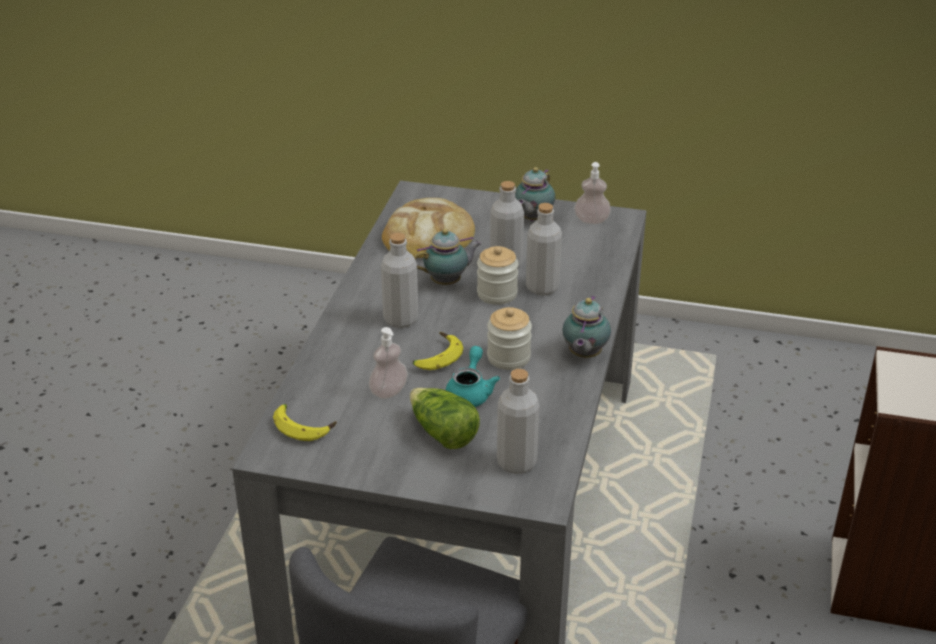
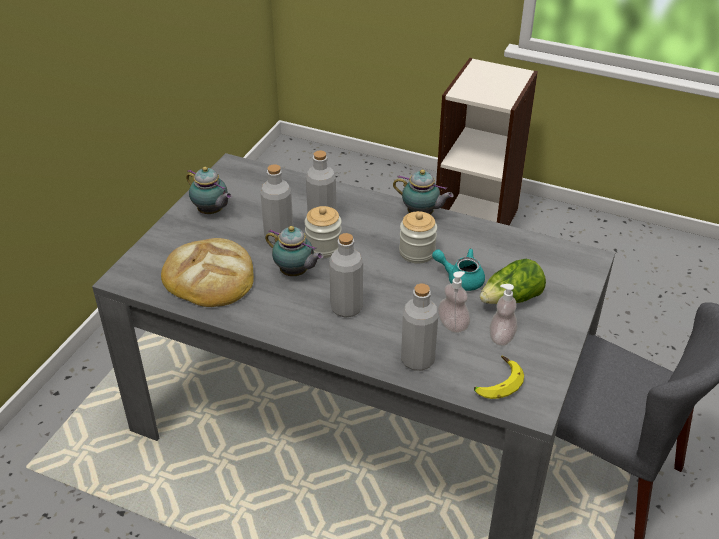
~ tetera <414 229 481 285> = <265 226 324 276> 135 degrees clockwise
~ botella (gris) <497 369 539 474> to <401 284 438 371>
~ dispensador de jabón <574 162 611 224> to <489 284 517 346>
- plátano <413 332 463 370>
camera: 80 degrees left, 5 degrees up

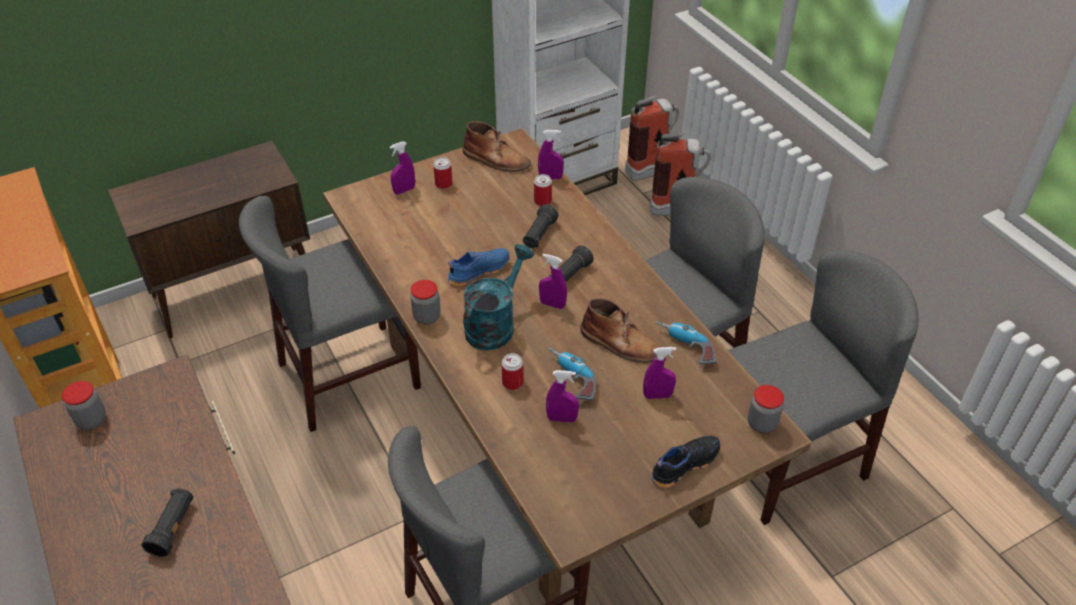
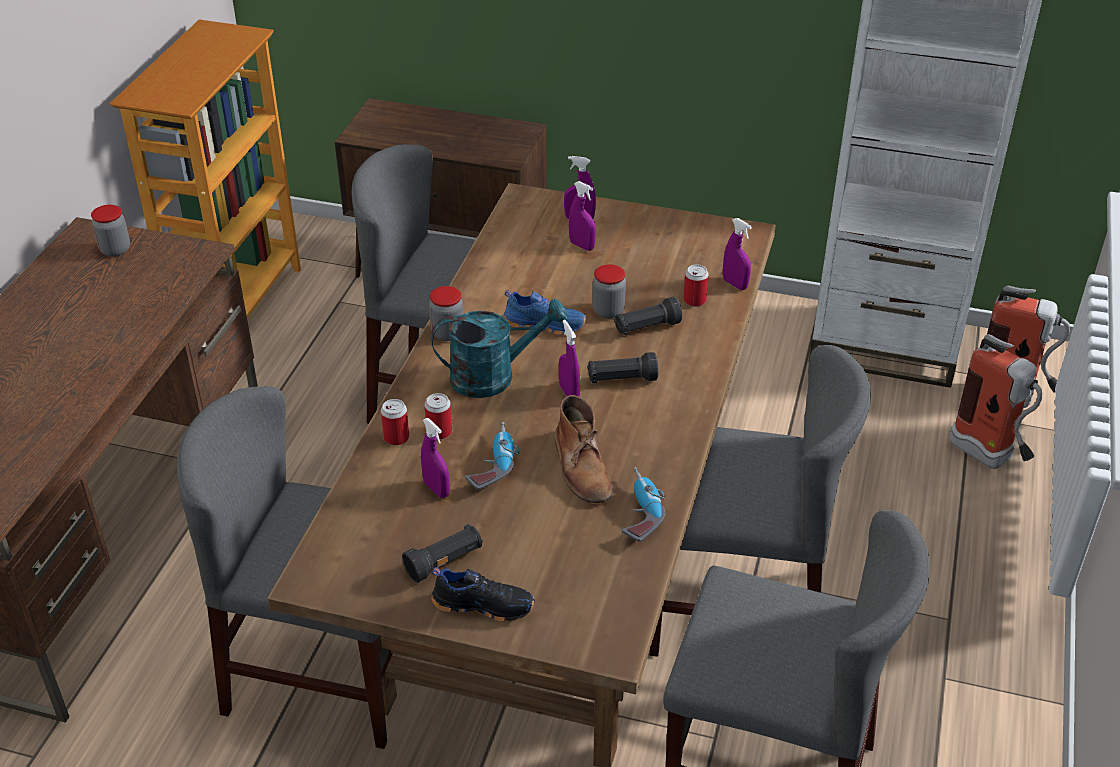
~ lata <433 157 452 189> to <381 399 409 446>
~ linterna (negro) <141 488 193 557> to <402 524 483 583>
~ pulverizador (morado) <643 347 677 399> to <569 181 596 251>
~ tarro <748 385 784 433> to <592 264 626 318>
- bota (marrón) <463 121 531 172>
camera: 45 degrees right, 5 degrees down

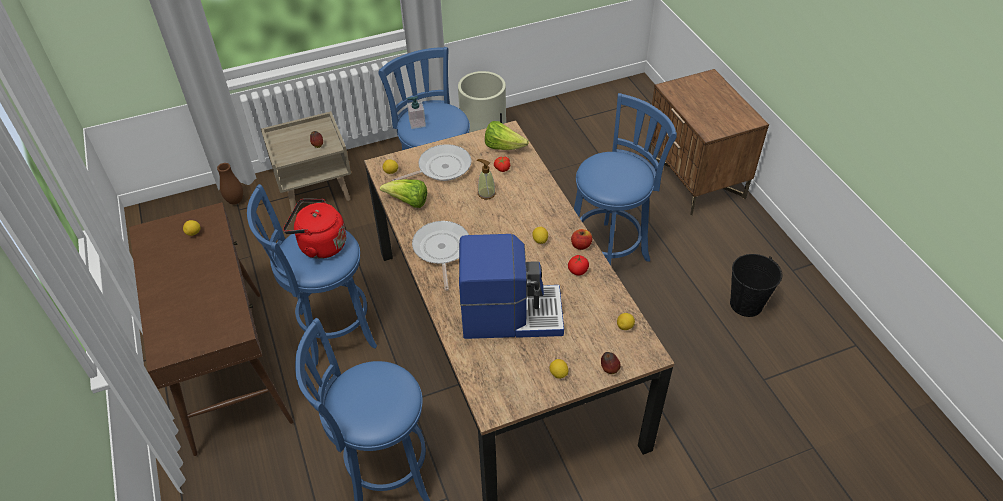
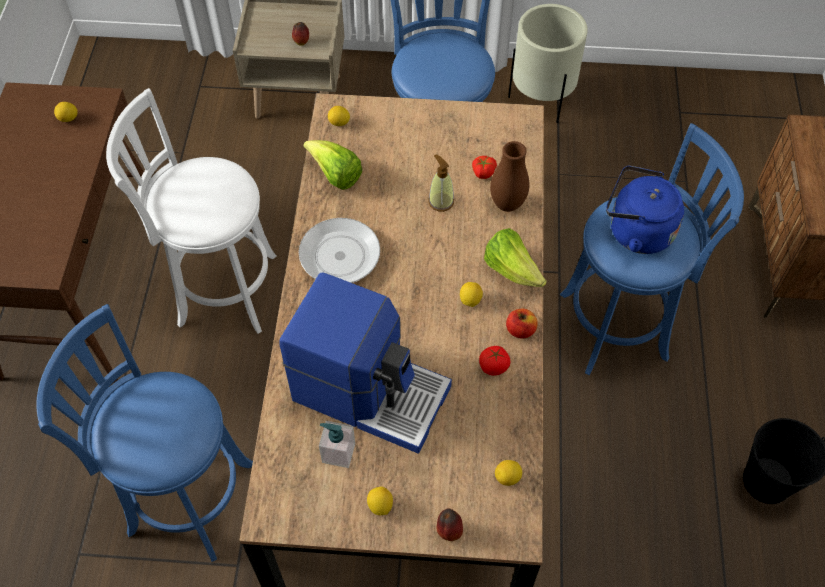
~ taburete (azul) <247 184 377 367> to taburete (blanco) <106 88 277 334>
~ dispensador de jabón <407 96 426 129> to <319 421 355 468>
~ lechuga <485 121 529 150> to <484 228 547 287>
~ florero (marrón) <217 163 243 205> to <490 141 529 212>
+ hervidor (azul) <606 165 684 254>
- hervidor (rojo) <283 199 346 259>
- sartén <392 144 471 181>
camera: 25 degrees right, 10 degrees up

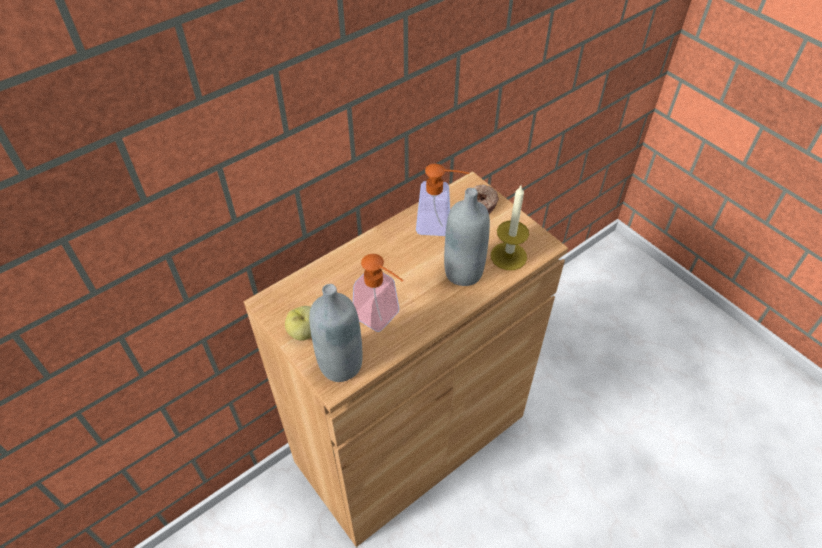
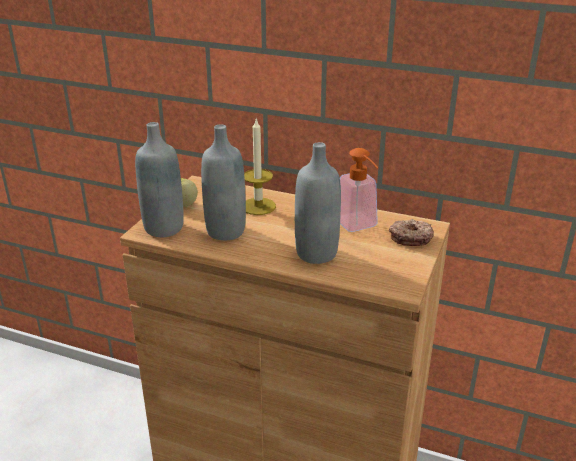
~ dispensador de jabón <353 254 404 332> to botella (gris) <201 124 246 240>
~ vela <491 186 529 270> to <244 118 276 215>
camera: 60 degrees right, 20 degrees down

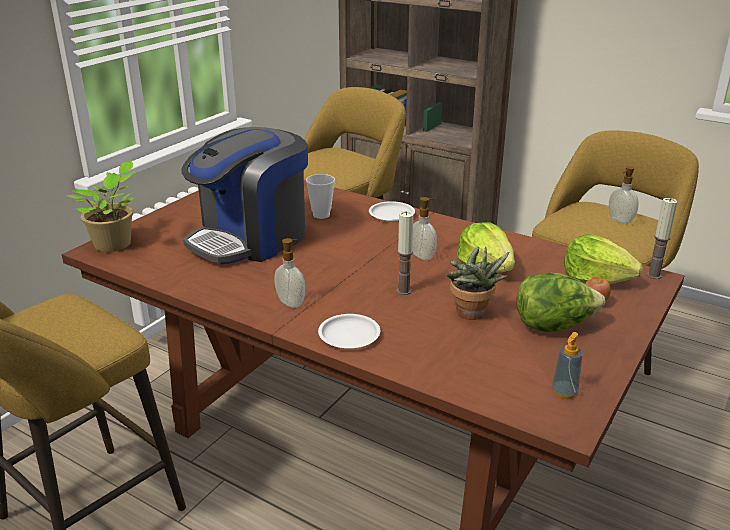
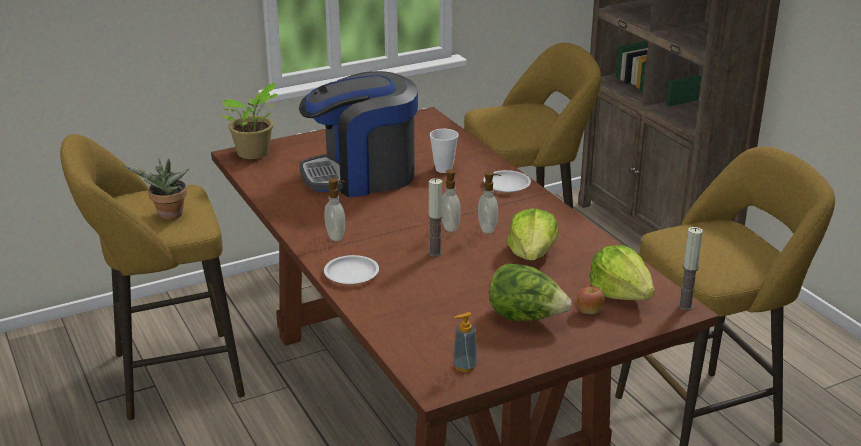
~ planta en maceta <446 247 509 320> to <123 158 190 220>
~ dispensador de jabón <609 166 639 223> to <439 170 461 232>
camera: 30 degrees right, 0 degrees up

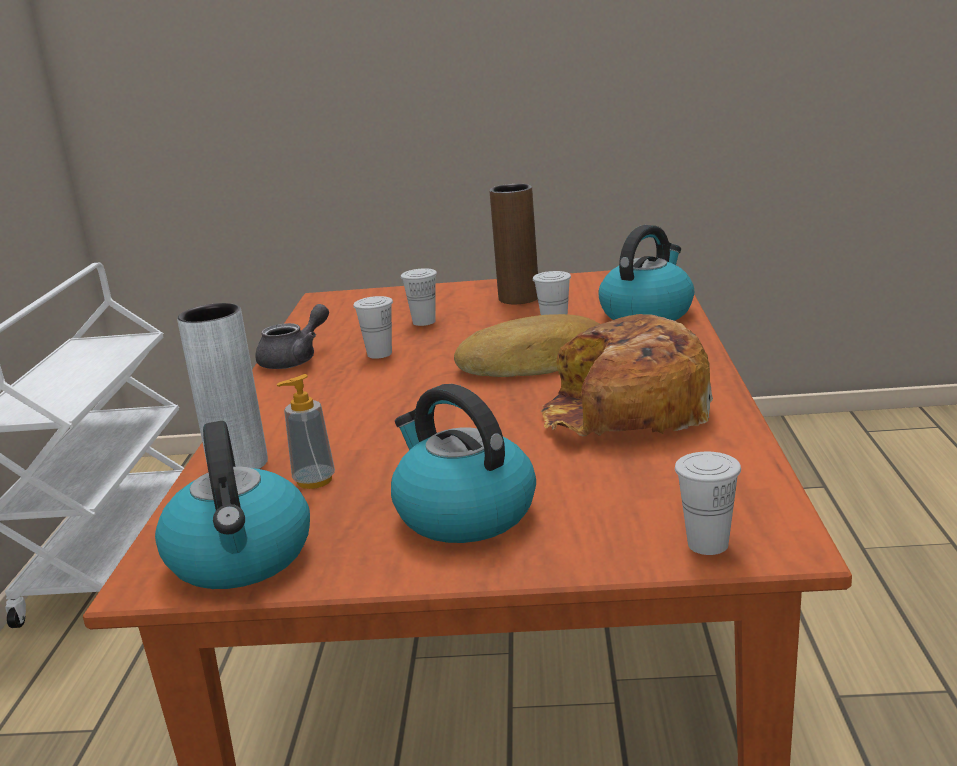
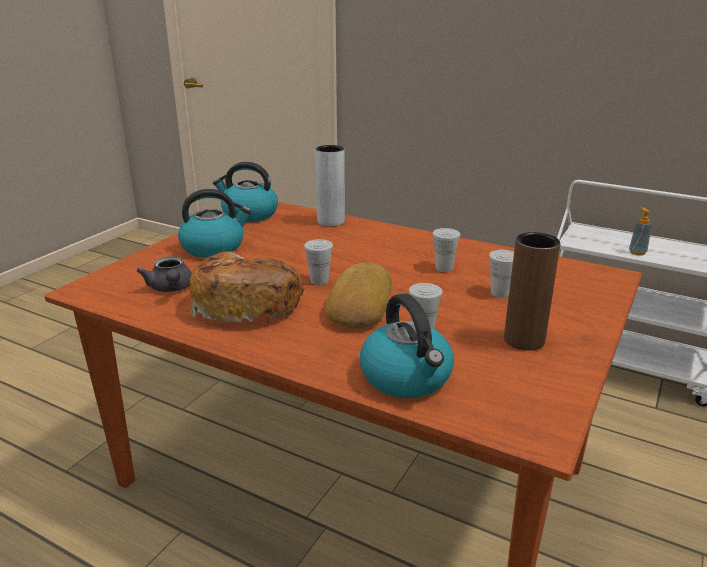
~ tetera (gris) <256 304 329 369> to <137 256 192 292>
~ taza (blanco) <675 452 741 555> to <304 239 333 285>
~ dispensador de jabón <276 374 335 489> to <629 207 652 256>
camera: 115 degrees right, 5 degrees up

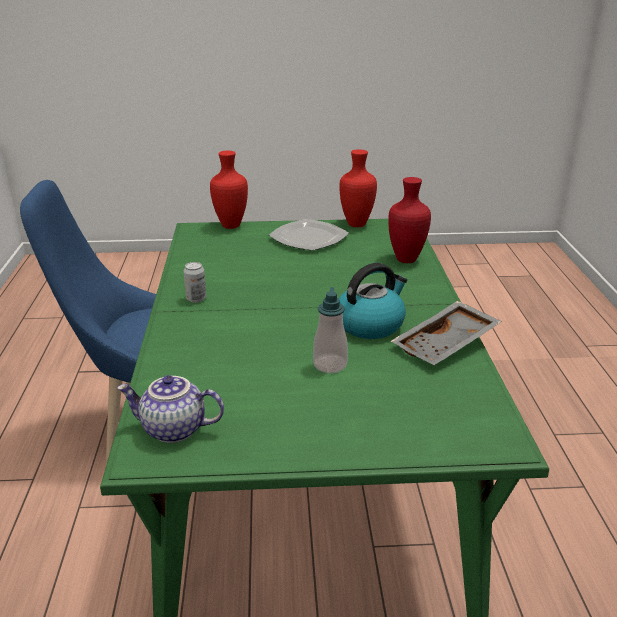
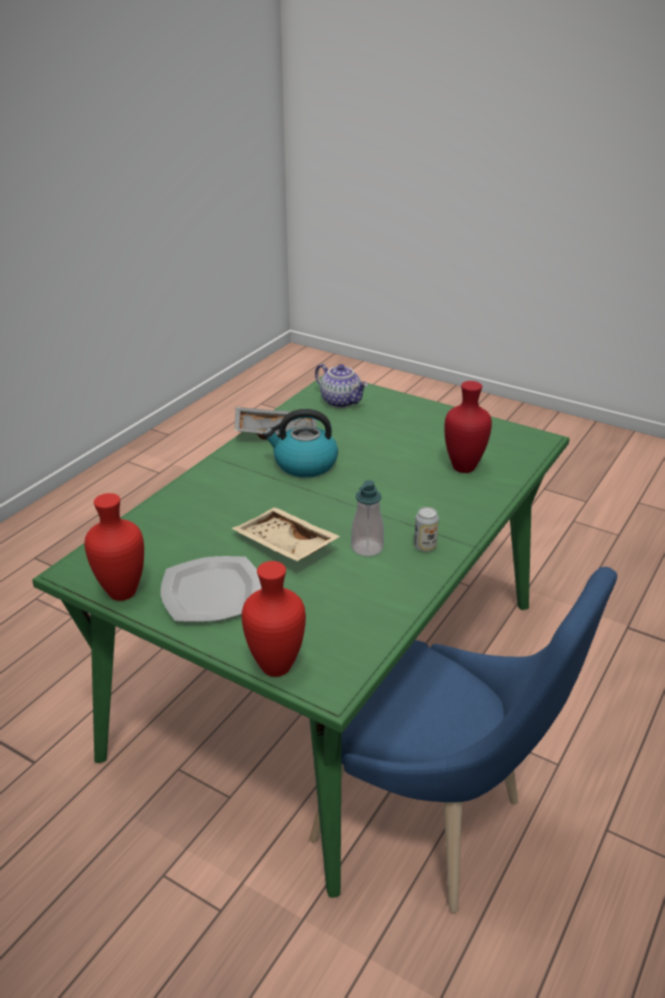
+ bandeja (beis) <231 507 341 561>
~ tetera <117 375 224 443> to <315 364 368 408>
~ dispensador de jabón <313 287 348 373> to <351 480 384 557>
~ florero (rojo) <388 177 431 263> to <444 381 492 473>
camera: 145 degrees left, 5 degrees up

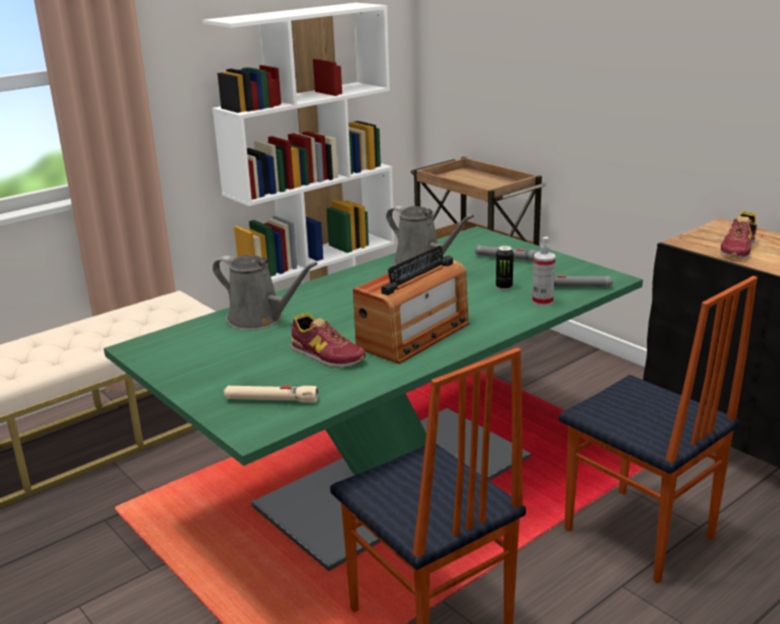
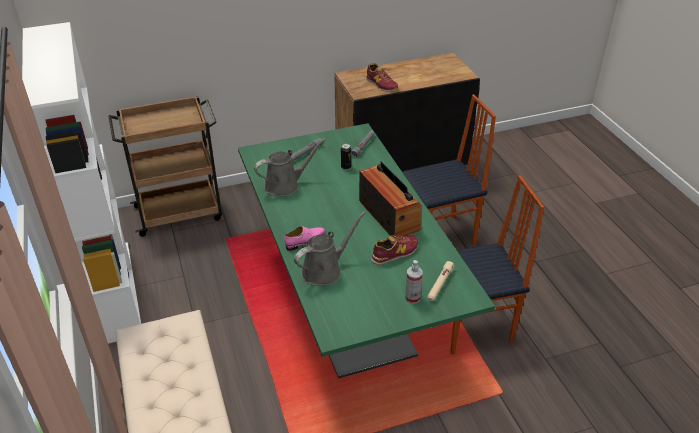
+ zapato (rosa) <284 226 325 251>
~ pulverizador <532 237 555 306> to <405 260 423 304>
camera: 70 degrees left, 15 degrees up

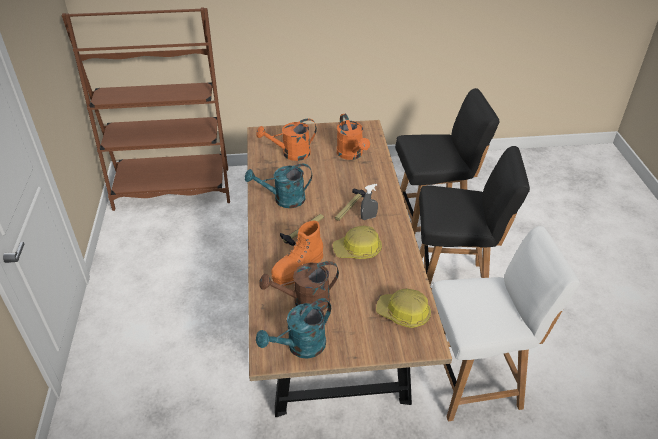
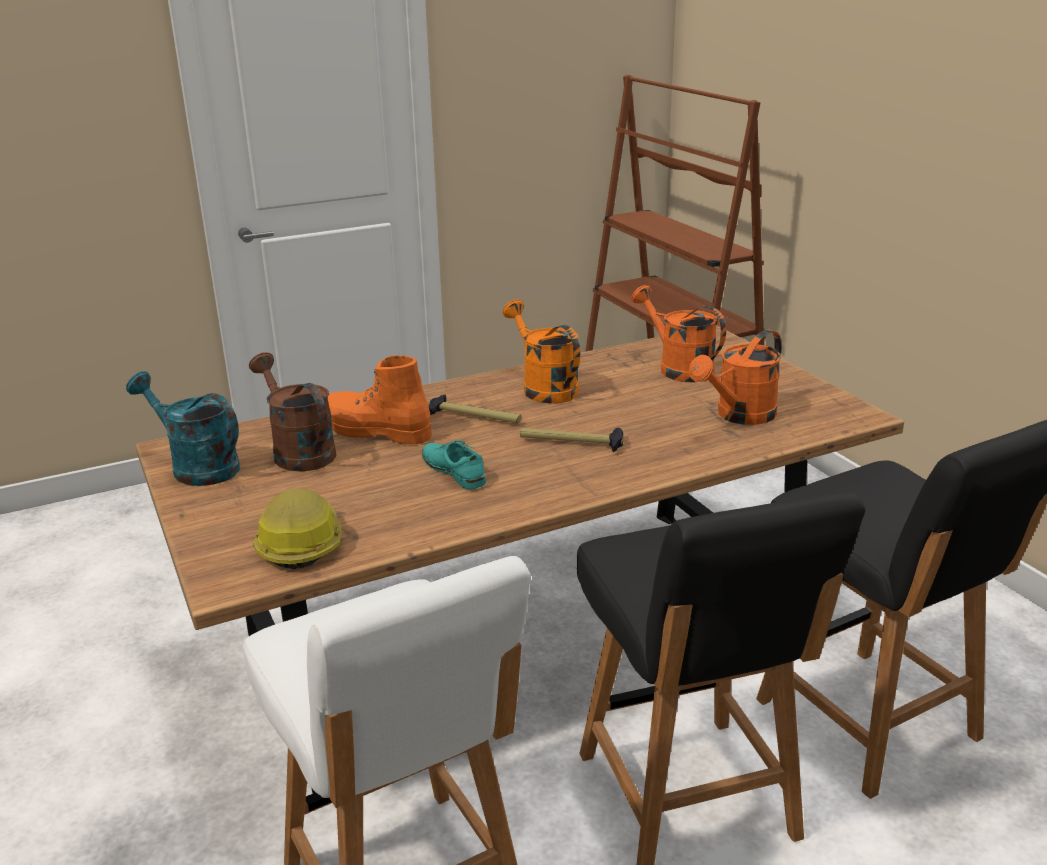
~ casco <333 226 382 259> to zapato (turquesa) <422 440 486 490>
~ regadera (turquesa) <245 164 312 208> to regadera (naranja) <503 300 580 404>
- pulverizador (gris) <361 184 378 220>
camera: 70 degrees right, 15 degrees down

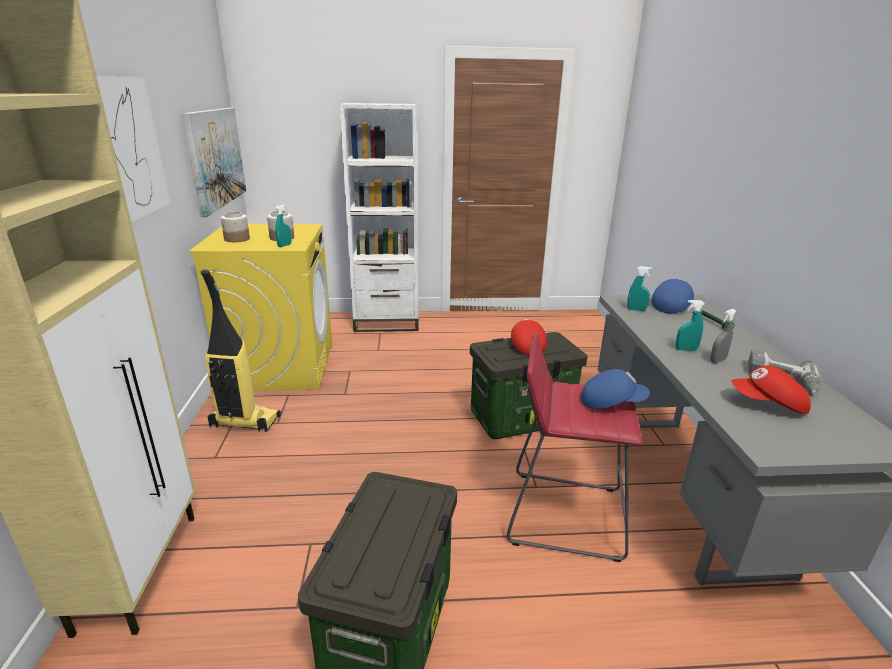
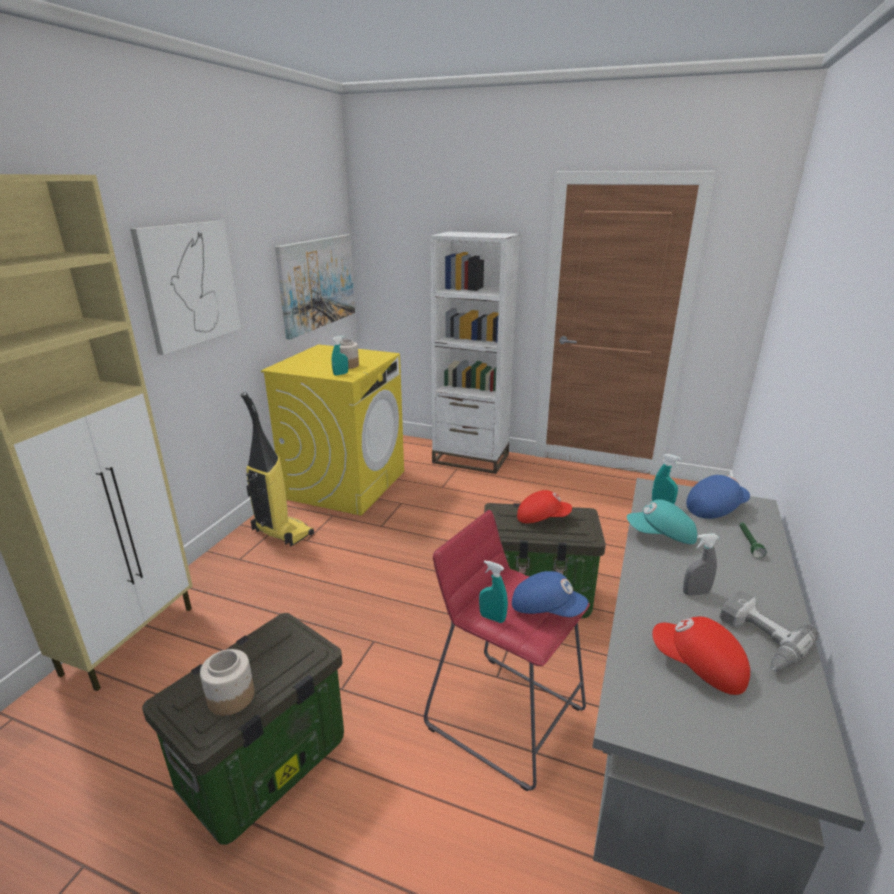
~ tarro <221 211 250 242> to <200 649 255 716>
~ pulverizador (turquesa) <676 300 705 351> to <479 560 508 623>
~ gorra (rojo) <511 319 547 355> = <517 490 572 523> 75 degrees clockwise
+ gorra (turquesa) <627 499 697 544>
camera: 25 degrees right, 0 degrees up

